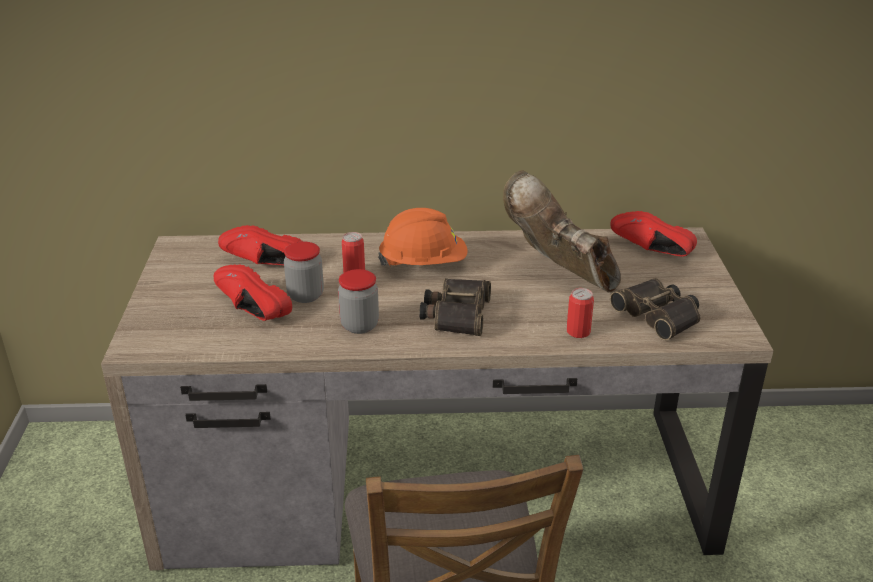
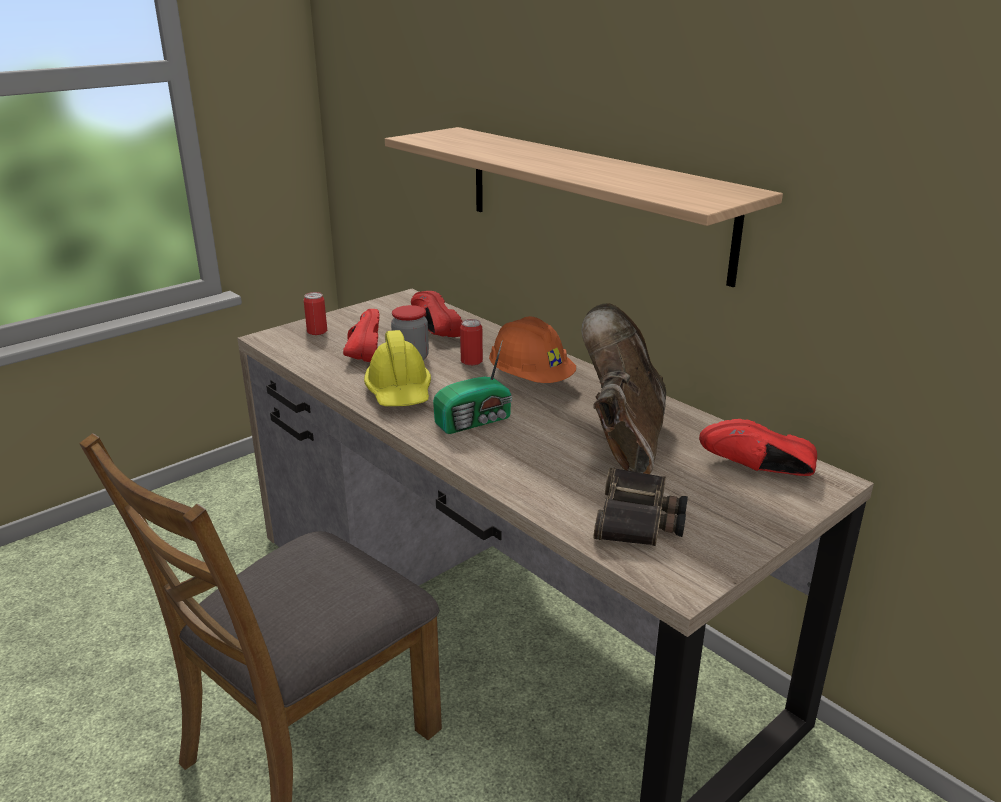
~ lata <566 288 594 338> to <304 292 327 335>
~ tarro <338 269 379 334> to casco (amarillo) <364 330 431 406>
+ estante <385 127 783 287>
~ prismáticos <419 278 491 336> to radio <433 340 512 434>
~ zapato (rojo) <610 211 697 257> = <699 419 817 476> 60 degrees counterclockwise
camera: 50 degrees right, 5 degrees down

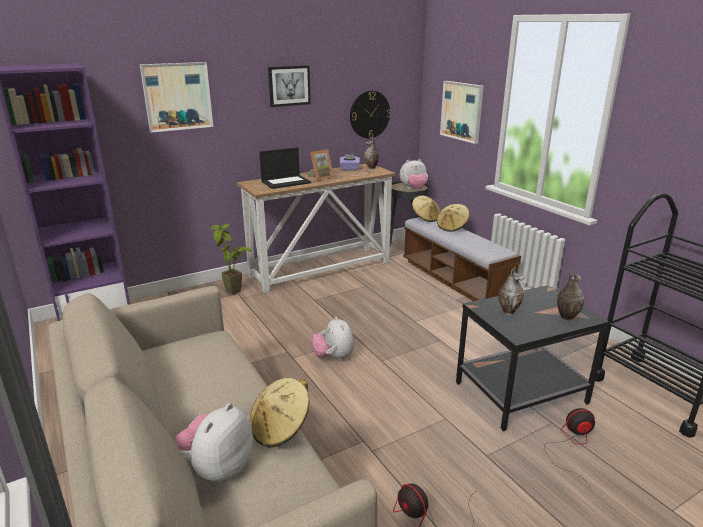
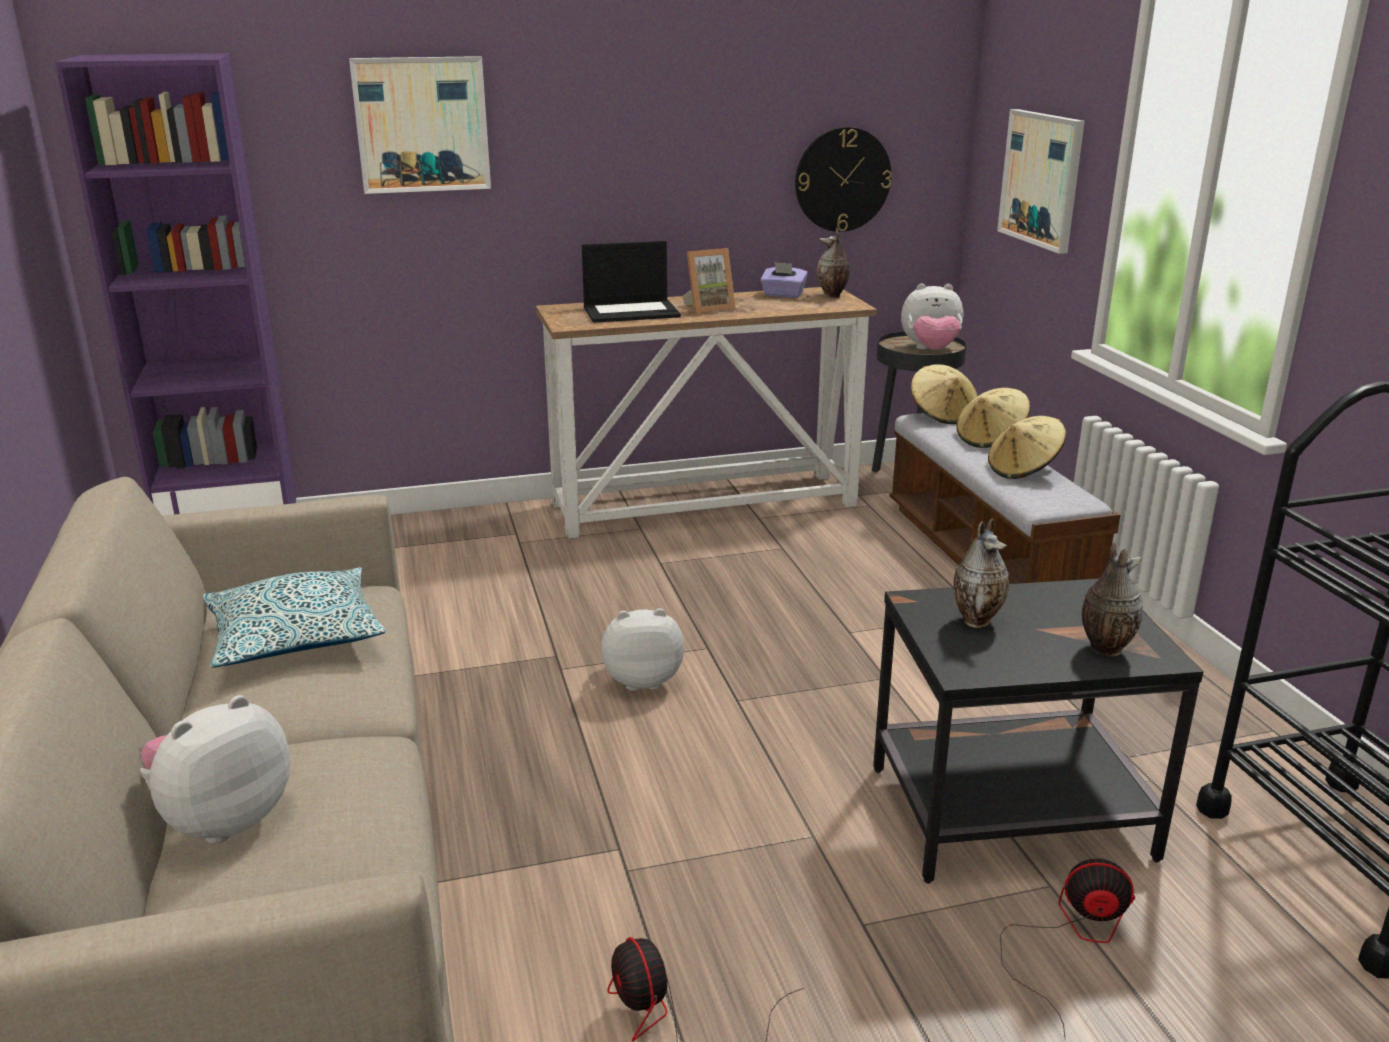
+ cojín <203 567 386 668>
~ peluche <312 317 354 361> = <601 608 684 691> 90 degrees clockwise
~ sombrero (beis) <249 378 310 448> to <988 416 1066 479>
- planta en maceta <210 224 252 295>
- cuadro <268 65 311 107>
camera: 15 degrees right, 0 degrees up

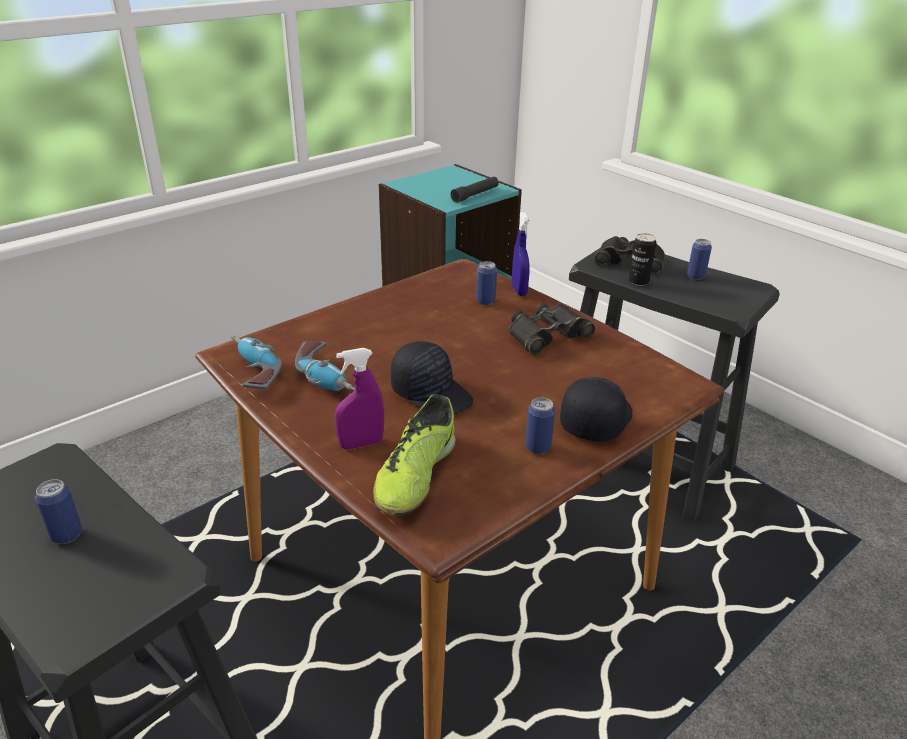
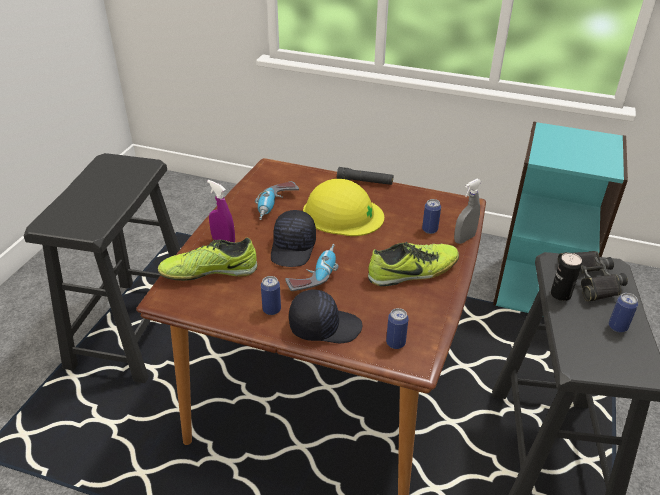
~ taladro <231 335 282 389> to <285 244 339 291>
+ casco (amarillo) <303 179 384 236>
~ linterna (negro) <451 177 499 203> to <337 167 393 185>
~ prismáticos (negro) <509 304 595 355> to zapato <368 242 459 286>
~ lata <35 479 82 544> to <386 308 409 349>
~ pulverizador (azul) <512 212 530 296> to pulverizador (gris) <454 179 482 244>
camera: 60 degrees right, 5 degrees up

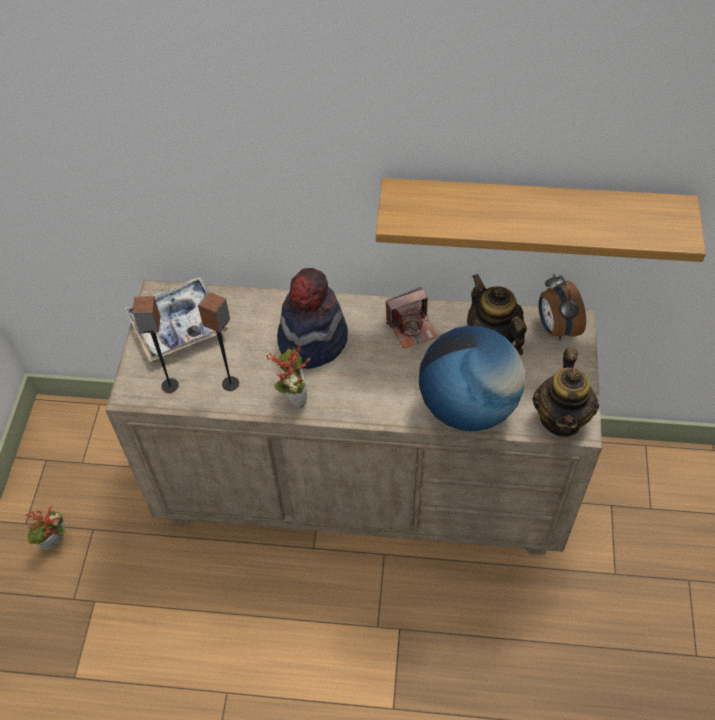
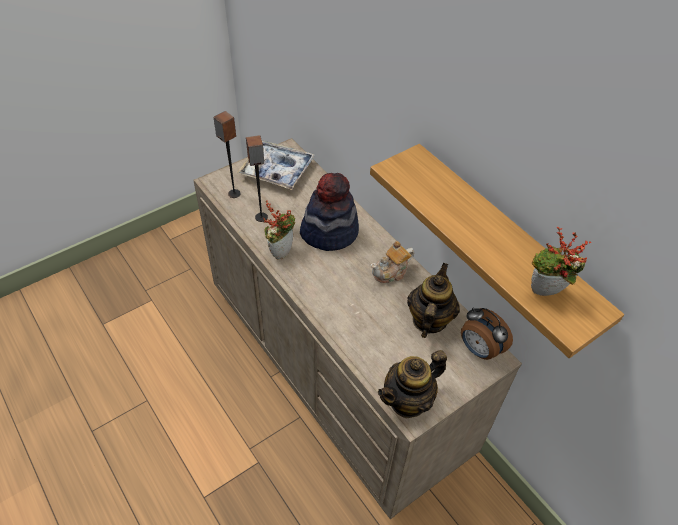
~ cámara <386 287 438 349> to tetera <371 241 414 283>
~ despertador <538 274 586 340> = <461 308 513 360> 75 degrees counterclockwise
~ planta en maceta <25 506 65 550> to <531 227 591 296>
- globo terráqueo <419 326 525 431>
camera: 45 degrees right, 5 degrees down

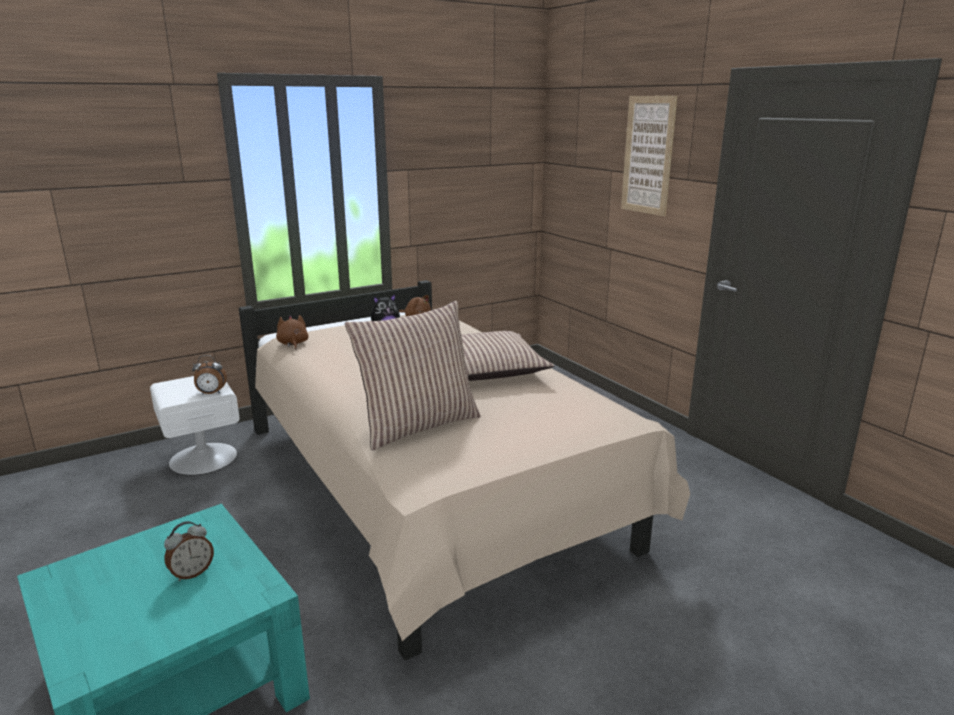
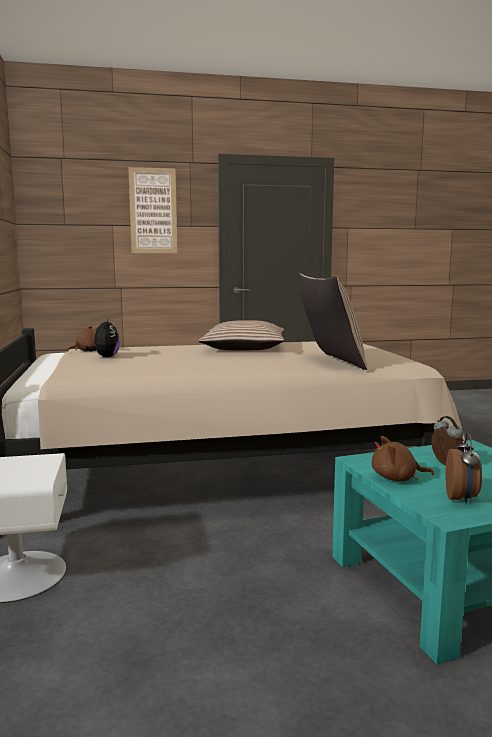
~ peluche (marrón) <276 315 309 350> to <372 436 434 481>
~ despertador <192 355 227 395> to <446 433 482 504>
camera: 70 degrees left, 10 degrees down

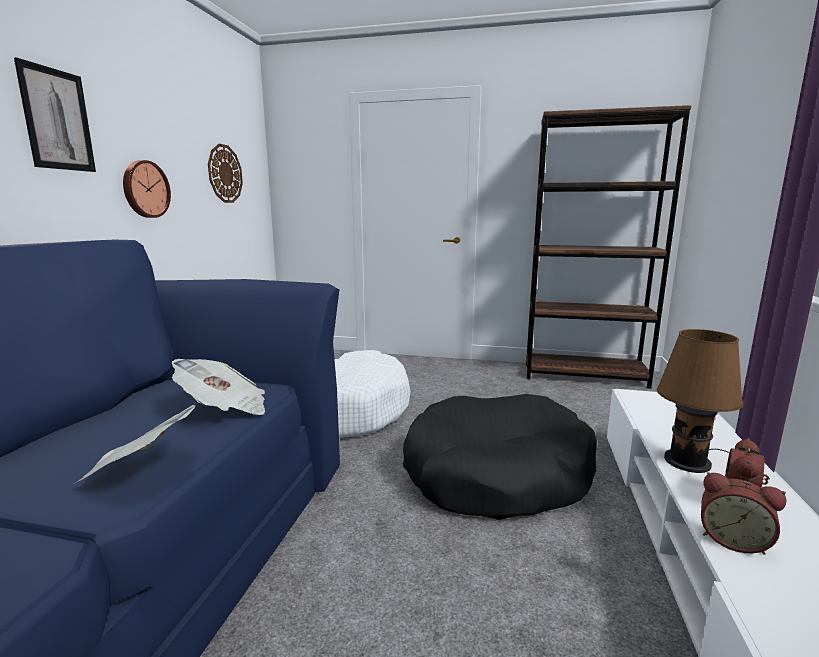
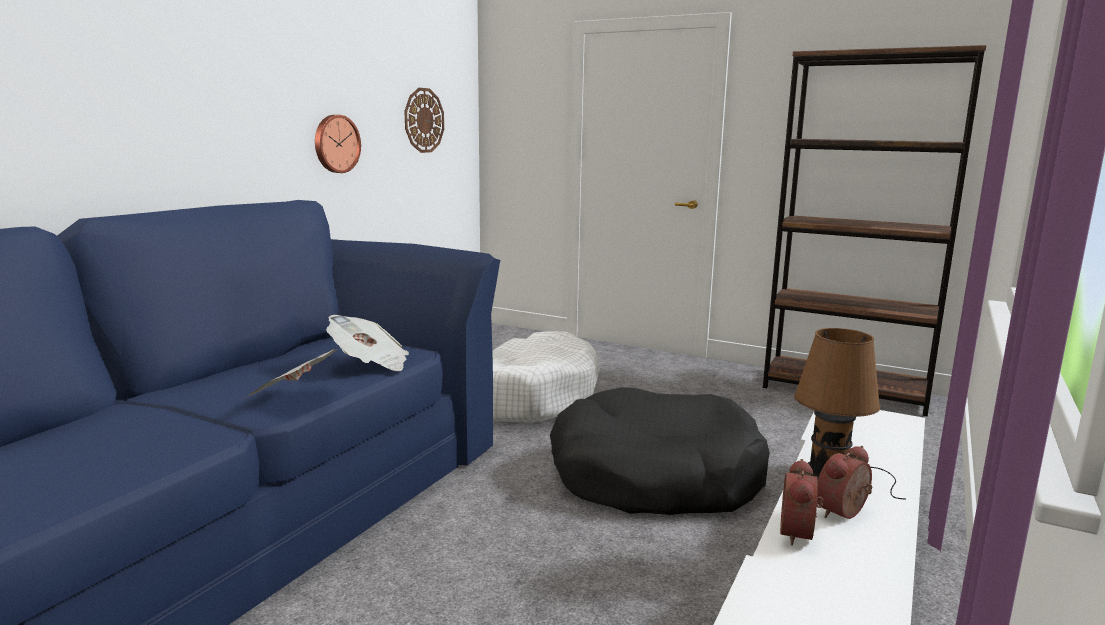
~ despertador <701 472 787 555> = <780 459 823 546> 60 degrees clockwise
- cuadro <14 57 96 172>
camera: 15 degrees right, 0 degrees up

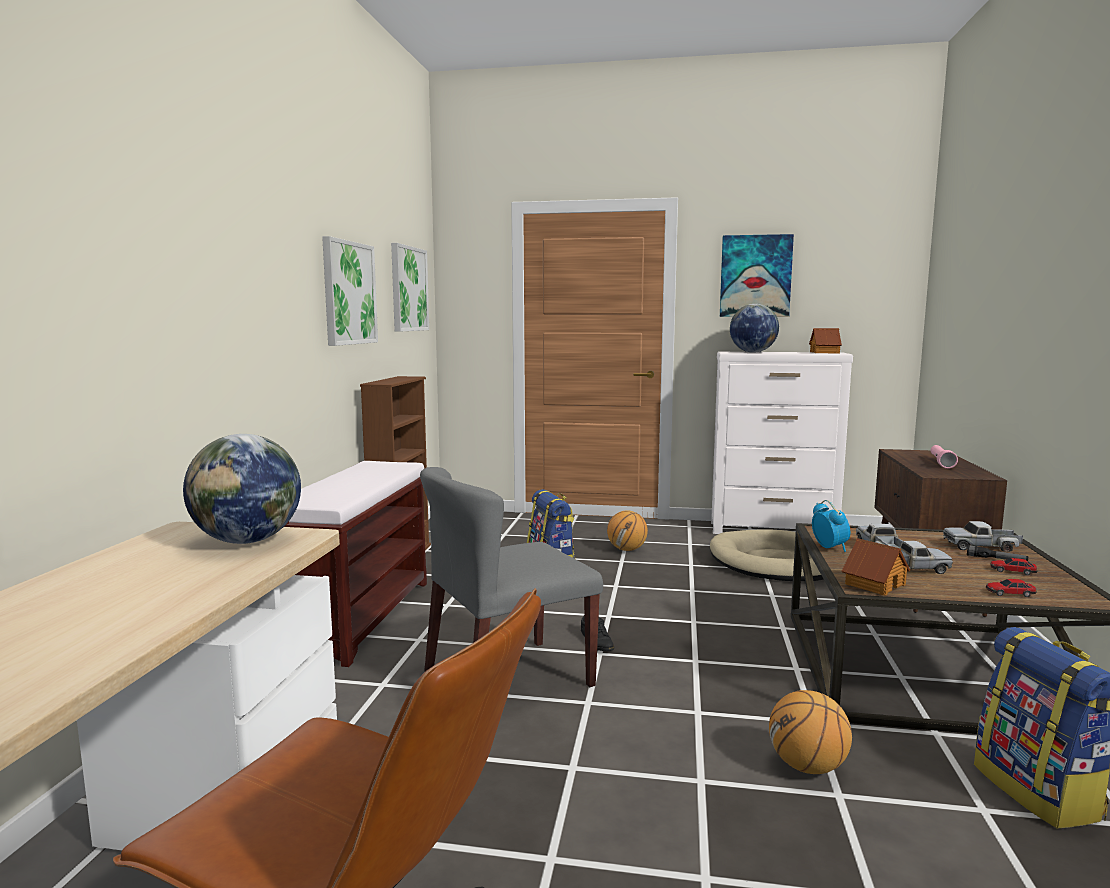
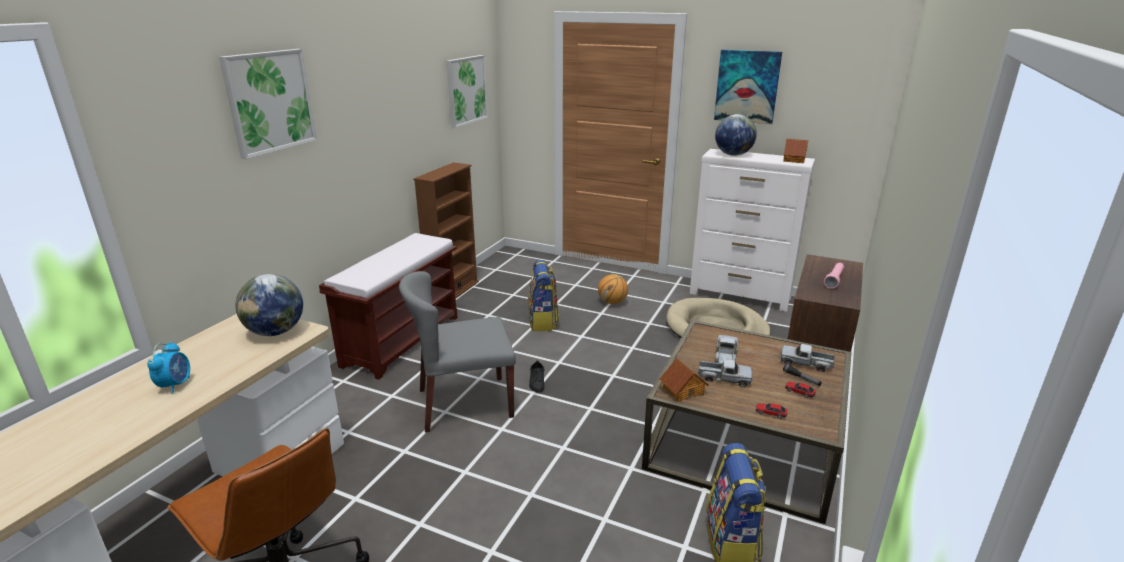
~ despertador <812 500 850 552> to <147 342 190 394>
~ cuadro <322 236 378 346> to <219 49 317 159>
- balón de baloncesto <769 690 852 774>
camera: 15 degrees right, 15 degrees up

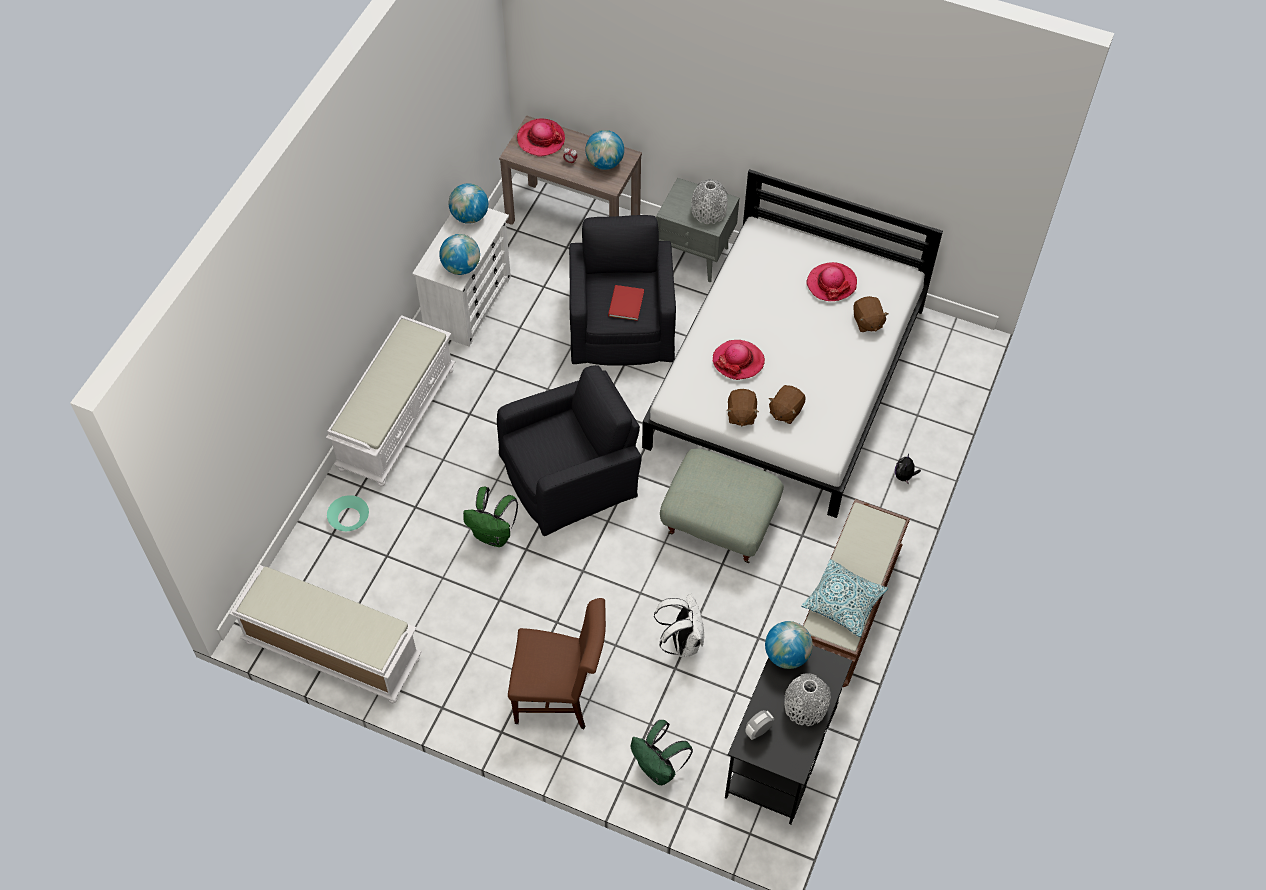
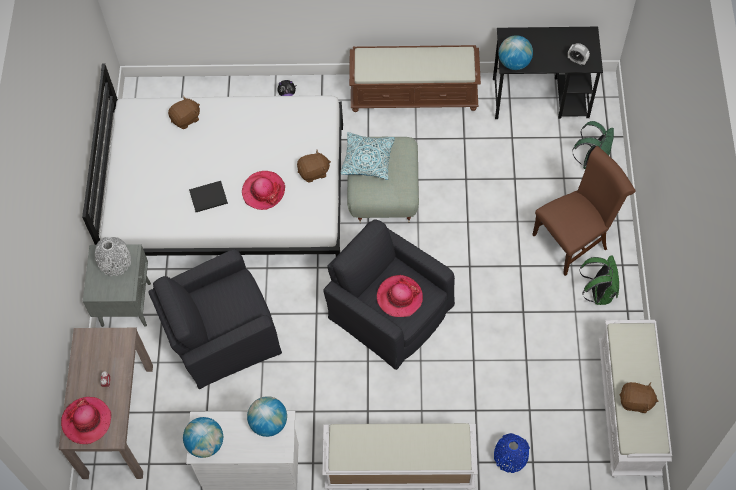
+ libro (negro) <189 181 228 212>
~ cojín <801 559 889 637> to <341 132 395 180>
~ sombrero <806 262 857 301> to <377 275 423 317>
~ cuenco (turquesa) <327 495 369 531> to florero (azul) <494 433 530 473>
~ silla (marrón) <508 598 606 729> = <532 146 636 276> 75 degrees clockwise
~ mochila (verde) <463 487 518 547> to <580 255 619 305>
~ peluche (marrón) <769 385 806 424> to <620 382 658 413>
- globo terráqueo <586 130 624 170>
- libro (rojo) <608 285 644 321>
- mochila (blanco) <654 594 704 657>
- florero (gris) <784 673 831 726>
camera: 110 degrees left, 5 degrees up

